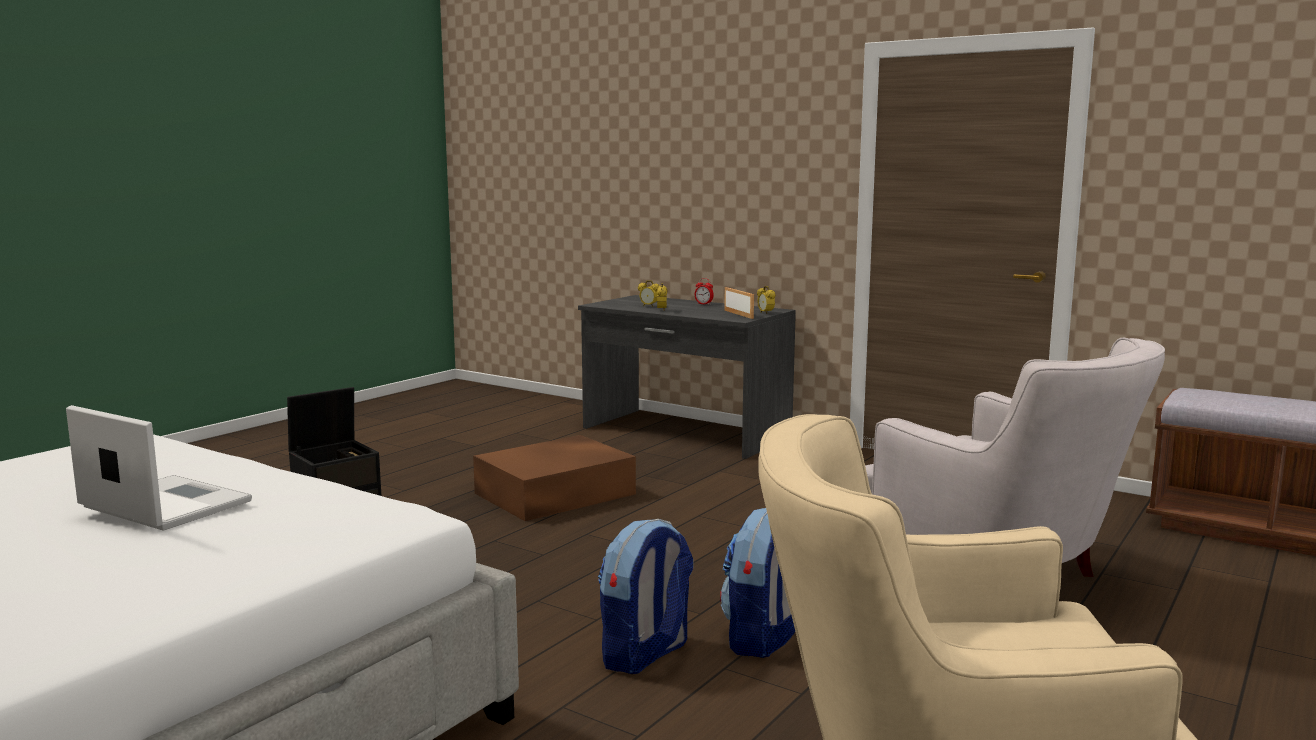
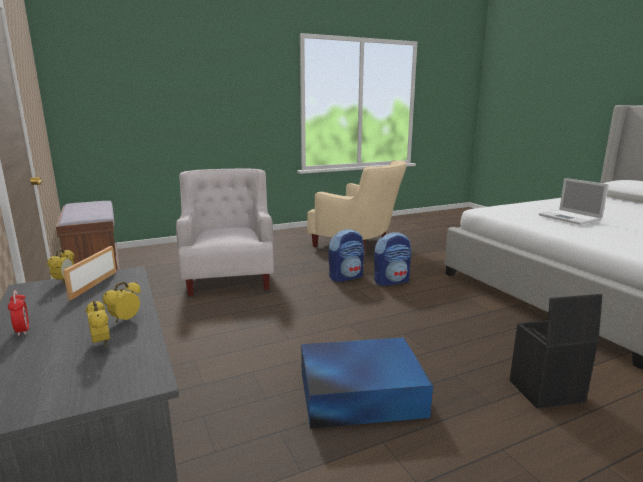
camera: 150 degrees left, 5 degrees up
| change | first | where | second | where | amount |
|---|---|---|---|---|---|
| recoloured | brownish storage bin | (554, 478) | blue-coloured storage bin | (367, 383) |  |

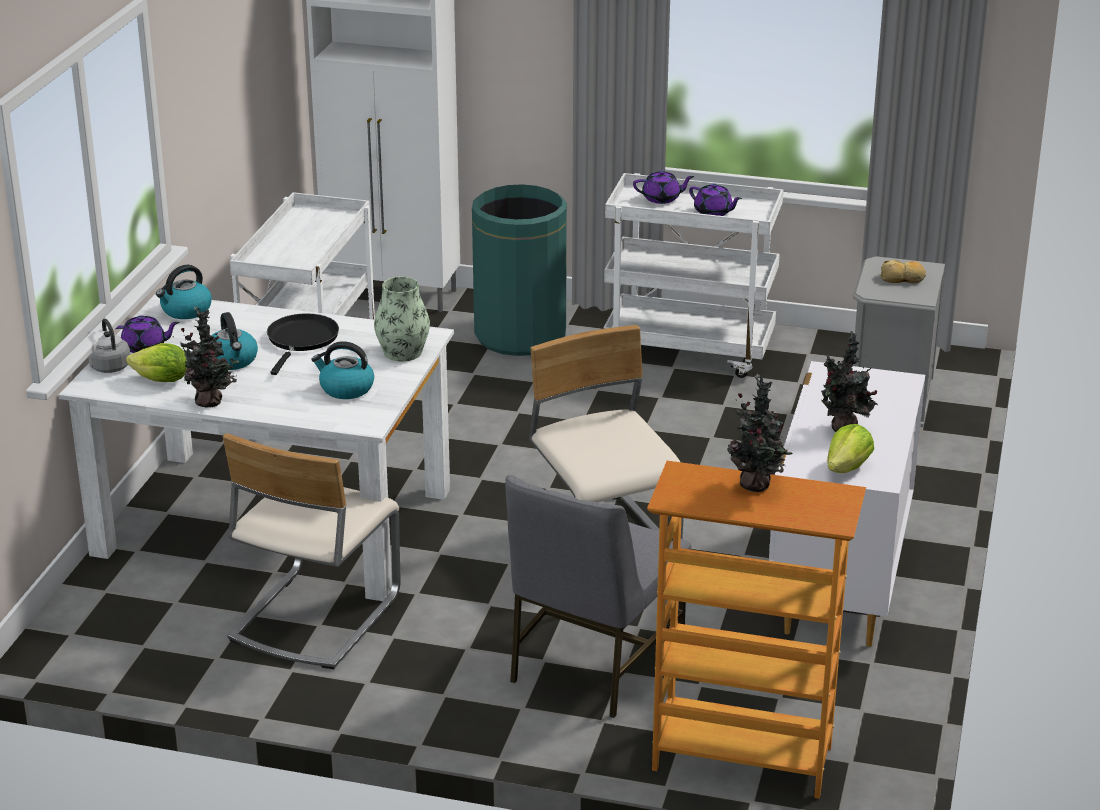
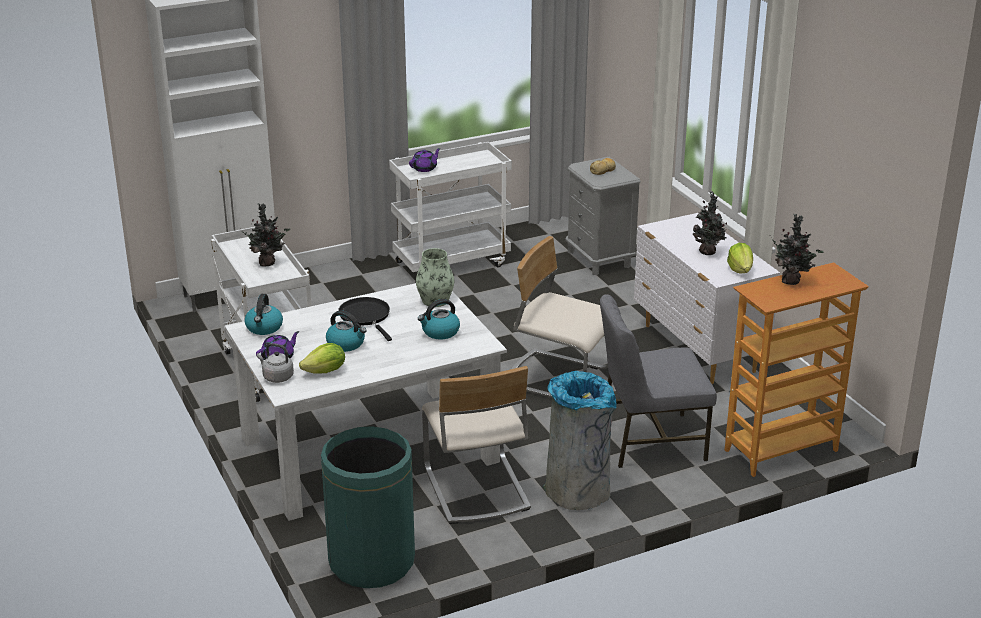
camera: 40 degrees left, 0 degrees up
| change | first | where | second | where | amount |
|---|---|---|---|---|---|
| moved | potted plant | (209, 357) |  | (265, 235) |  |
| moved | green-coloured trash can | (519, 270) |  | (368, 507) |  |
| added |  |  | greyish trash can | (580, 440) |  |
| turned | greyish plain chair | (598, 596) |  | (658, 381) | 90 degrees clockwise |
| removed | purplish teapot | (715, 199) |  |  |  |

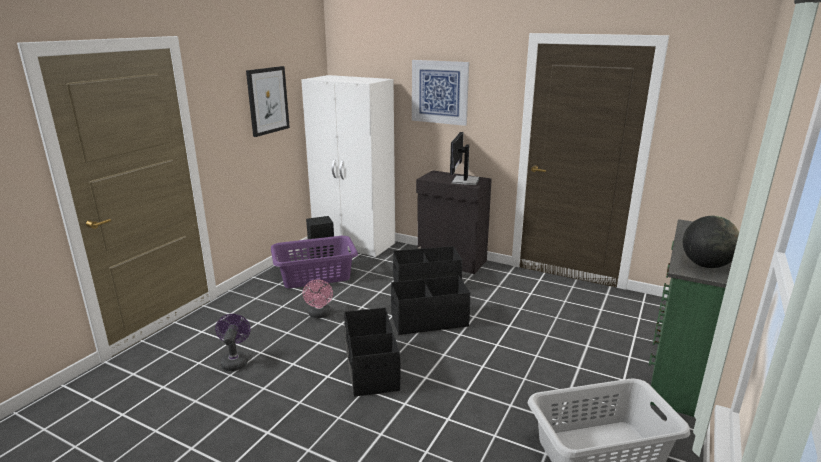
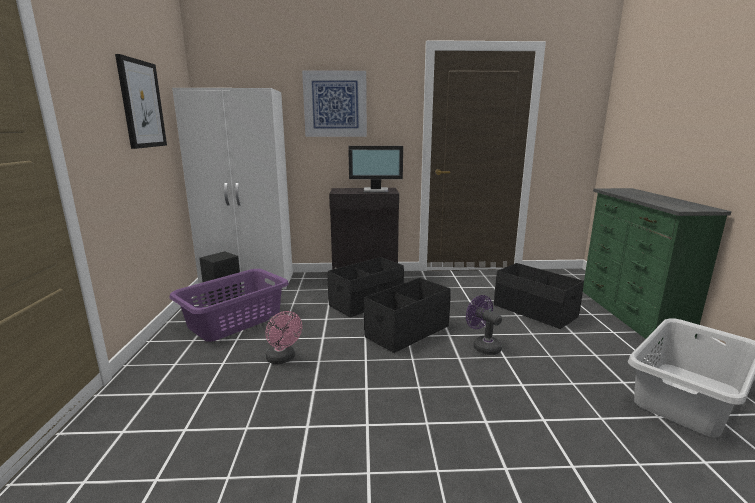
camera: 30 degrees left, 5 degrees down
| change | first | where | second | where | amount |
|---|---|---|---|---|---|
| turned | computer display | (464, 158) |  | (375, 169) | 75 degrees counterclockwise |
| moved | purplish fan | (232, 342) |  | (484, 325) |  |
| moved | black storage bin | (372, 352) |  | (539, 296) |  |
| removed | desk globe | (711, 242) |  |  |  |

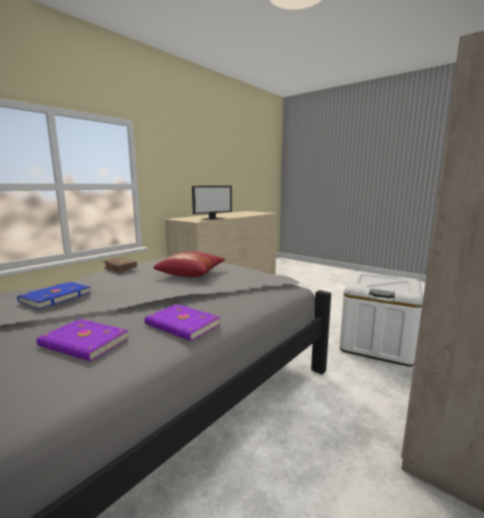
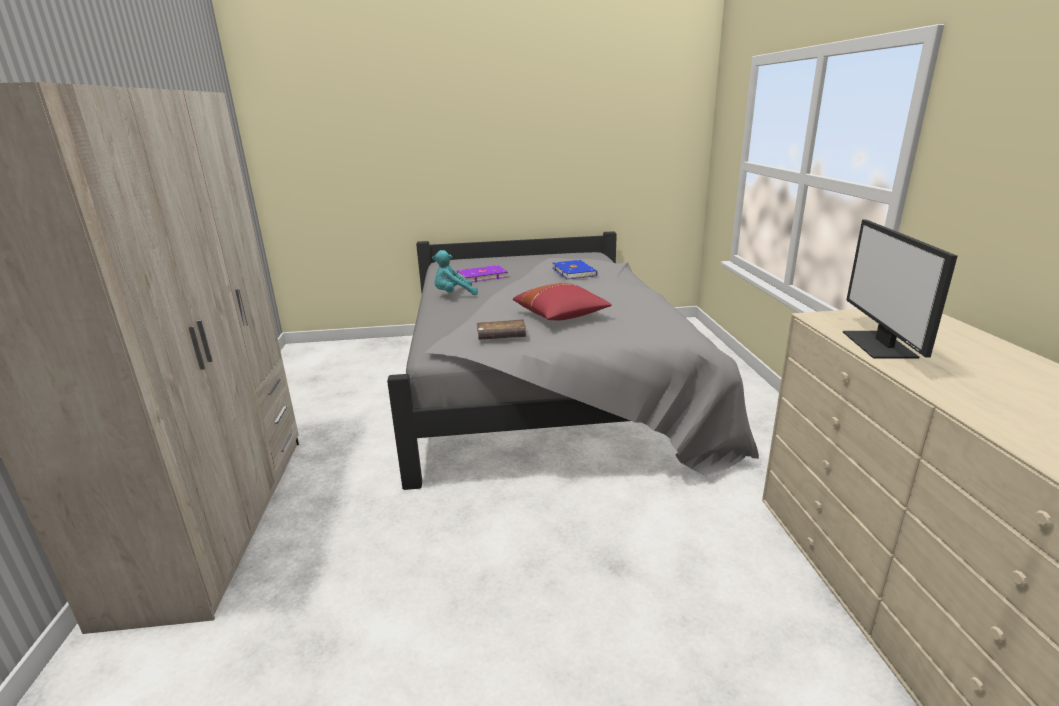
camera: 135 degrees right, 10 degrees up
| change | first | where | second | where | amount |
|---|---|---|---|---|---|
| replaced | purplish volume | (183, 322) | blue-green plush toy | (455, 272) |  |
| moved | brownish volume | (120, 265) |  | (502, 329) |  |
| removed | white storage bin | (381, 319) |  |  |  |

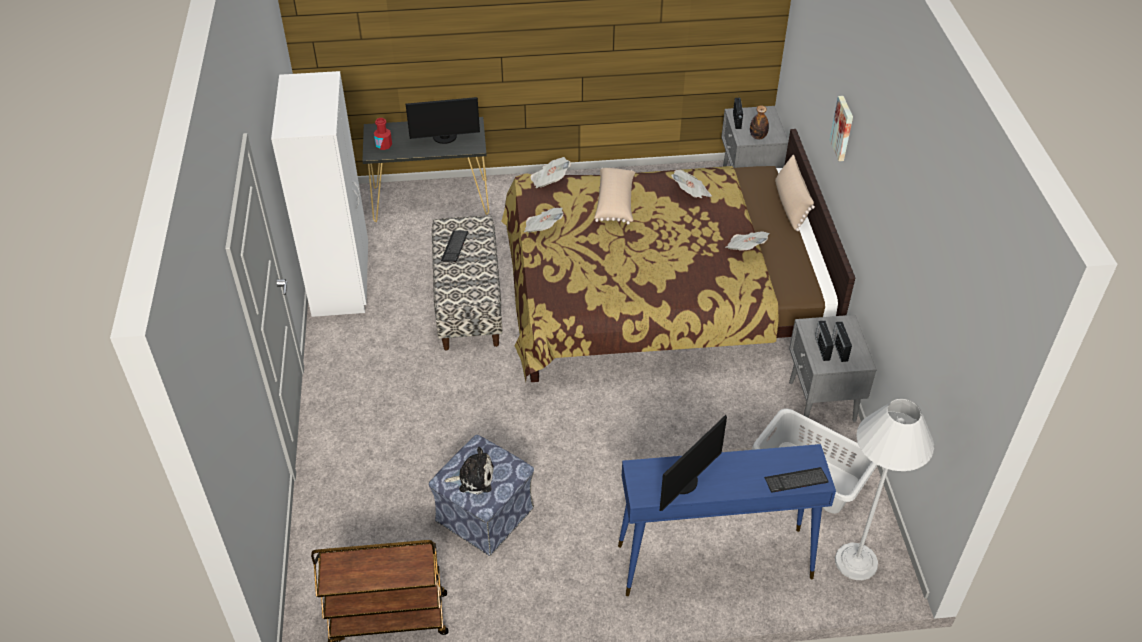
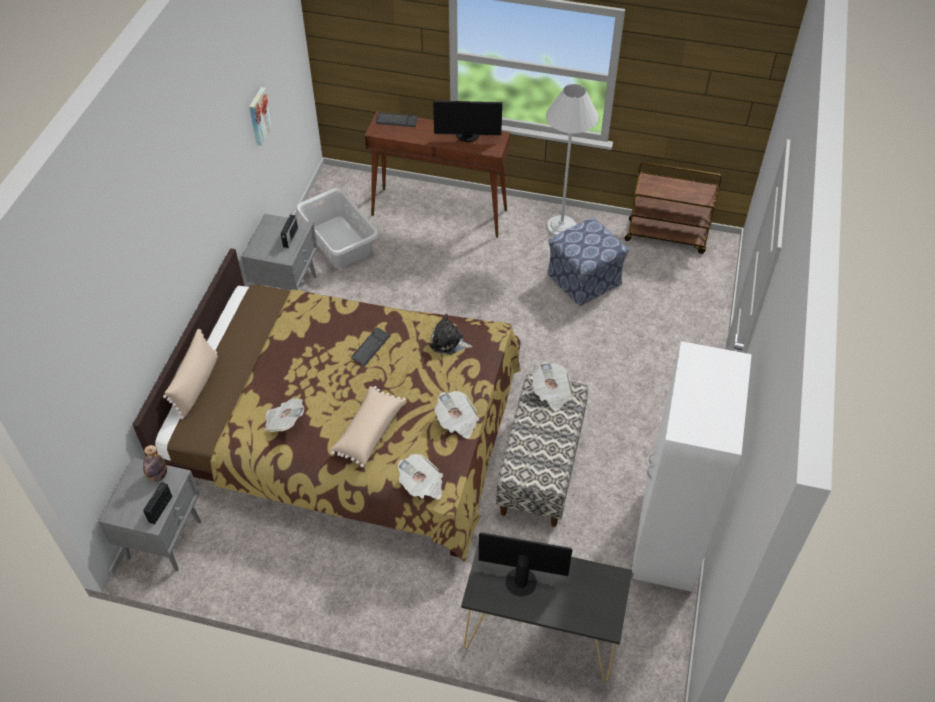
camera: 160 degrees left, 5 degrees up
| change | first | where | second | where | amount |
|---|---|---|---|---|---|
| moved | wall art | (841, 128) |  | (260, 116) |  |
| moved | computer keyboard | (454, 246) |  | (371, 346) |  |
| recoloured | blue-coloured console table | (727, 520) | brownish console table | (437, 174) |  |
| moved | plush toy | (469, 471) |  | (450, 334) |  |
| turned | computer display | (693, 463) |  | (467, 121) | 150 degrees counterclockwise |
| moved | newspaper | (747, 240) |  | (552, 386) |  |
| moved | white standard lamp | (884, 489) |  | (572, 160) |  |
| removed | red bottle | (383, 134) |  |  |  |
| removed | radio set | (842, 342) |  |  |  |

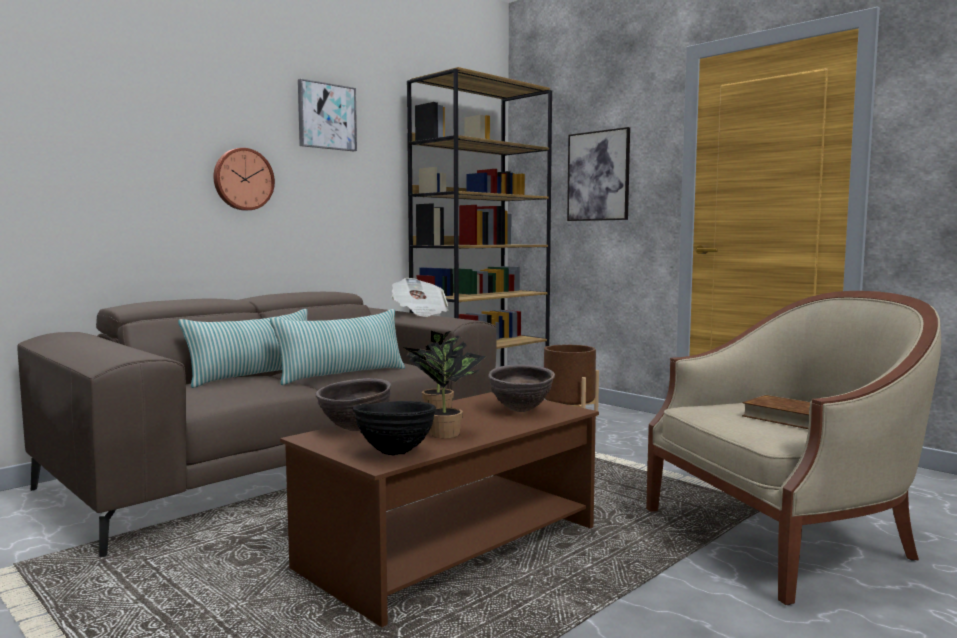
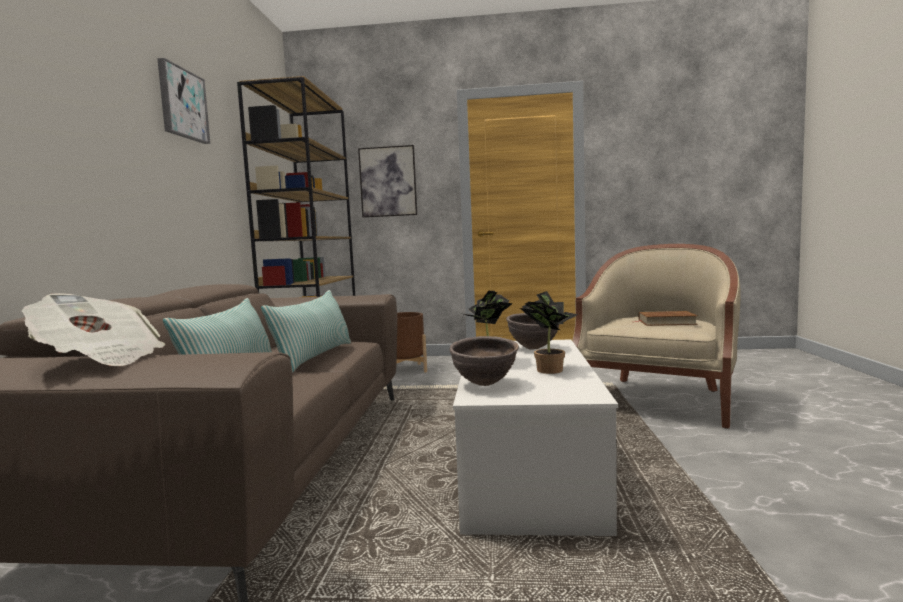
camera: 40 degrees left, 0 degrees up
| change | first | where | second | where | amount |
|---|---|---|---|---|---|
| moved | newspaper | (420, 297) |  | (94, 329) |  |
| recoloured | brownish lounge table | (439, 509) | white lounge table | (535, 437) |  |
| removed | hanging clock | (244, 179) |  |  |  |
| removed | black serving bowl | (394, 428) |  |  |  |

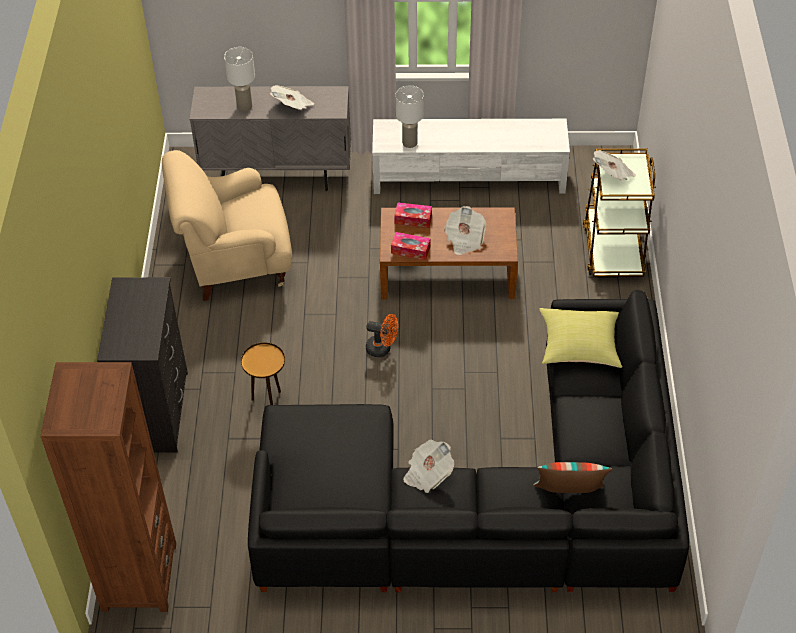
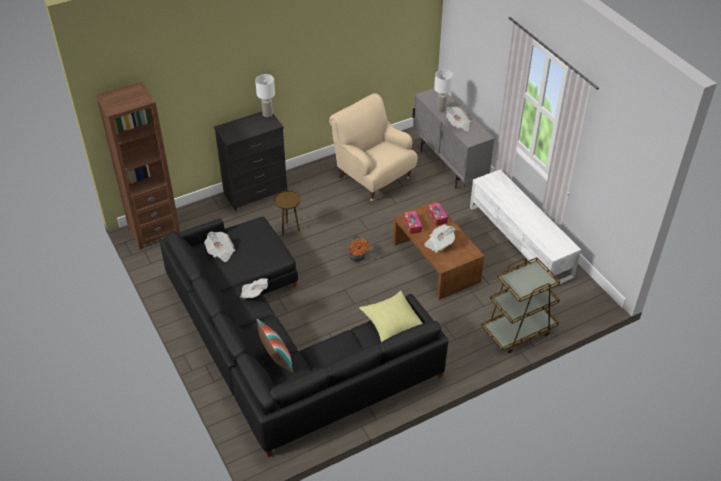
camera: 60 degrees right, 5 degrees down
| change | first | where | second | where | amount |
|---|---|---|---|---|---|
| moved | newspaper | (614, 165) |  | (219, 247) |  |
| moved | white lamp for a table | (409, 116) |  | (265, 95) |  |

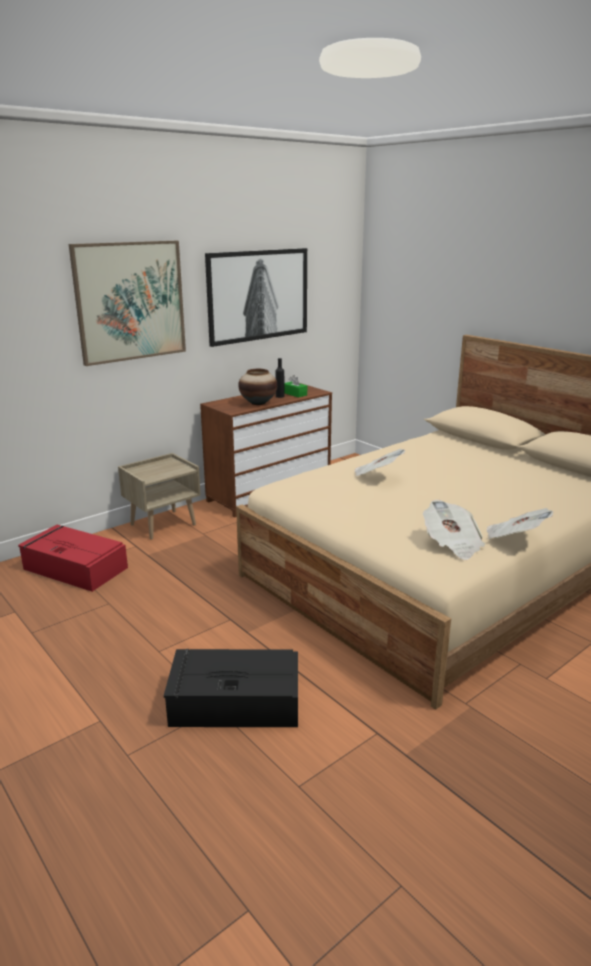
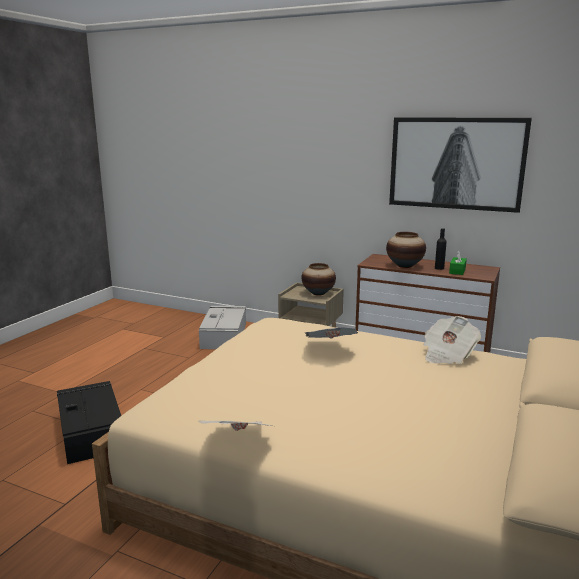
camera: 65 degrees right, 5 degrees down
| change | first | where | second | where | amount |
|---|---|---|---|---|---|
| recoloured | red storage bin | (73, 558) | greyish storage bin | (222, 327) |  |
| added |  |  | vase | (318, 279) |  |
| moved | newspaper | (454, 530) |  | (452, 340) |  |
| removed | wall art | (127, 303) |  |  |  |

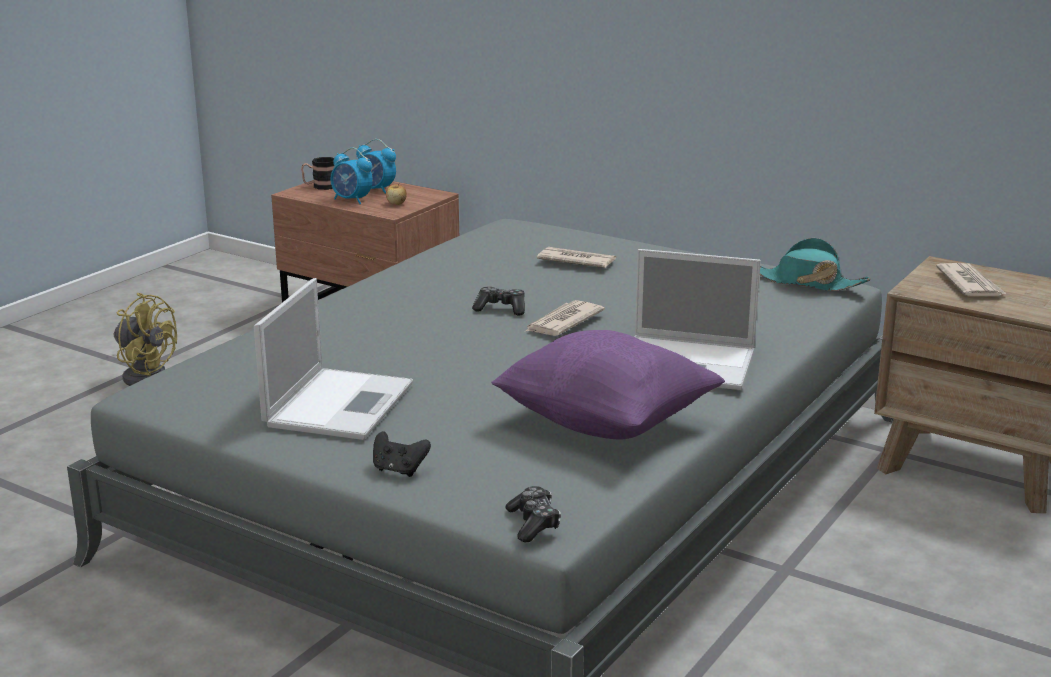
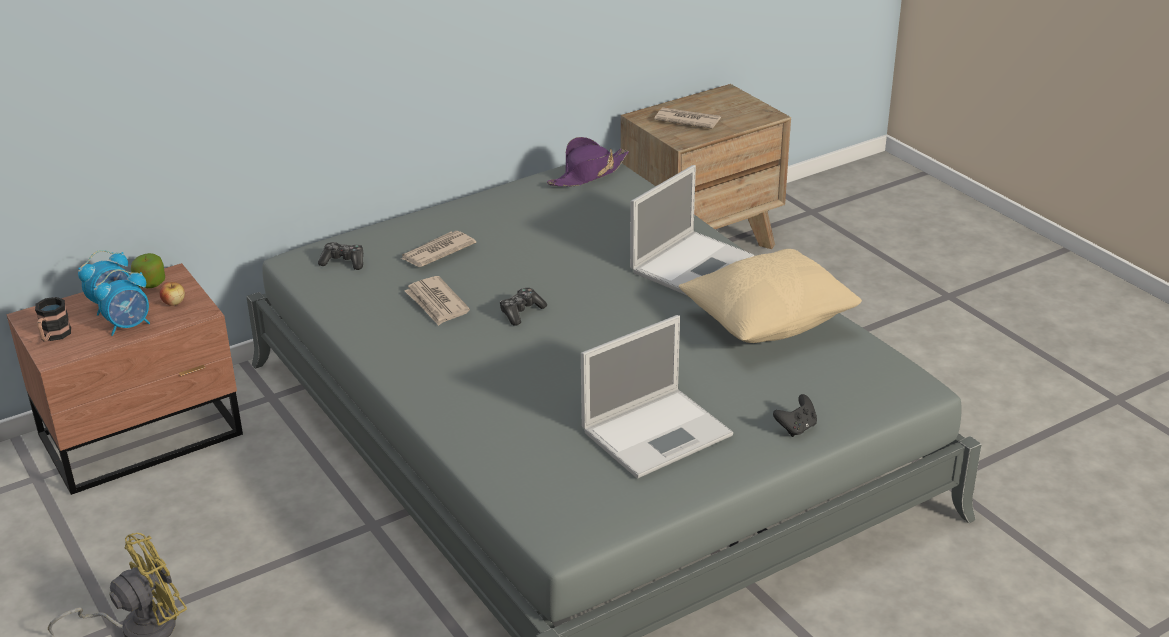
camera: 65 degrees left, 10 degrees up
| change | first | where | second | where | amount |
|---|---|---|---|---|---|
| added |  |  | apple | (148, 270) |  |
| moved | gamepad | (533, 514) |  | (340, 256) |  |
| moved | newspaper | (564, 318) |  | (437, 301) |  |
| recoloured | blue-green wearable hat | (815, 264) | purplish wearable hat | (588, 161) |  |
| turned | portable computer | (333, 359) |  | (657, 397) | 105 degrees clockwise |
| recoloured | purplish pillow | (608, 384) | sand-coloured pillow | (770, 296) |  |

